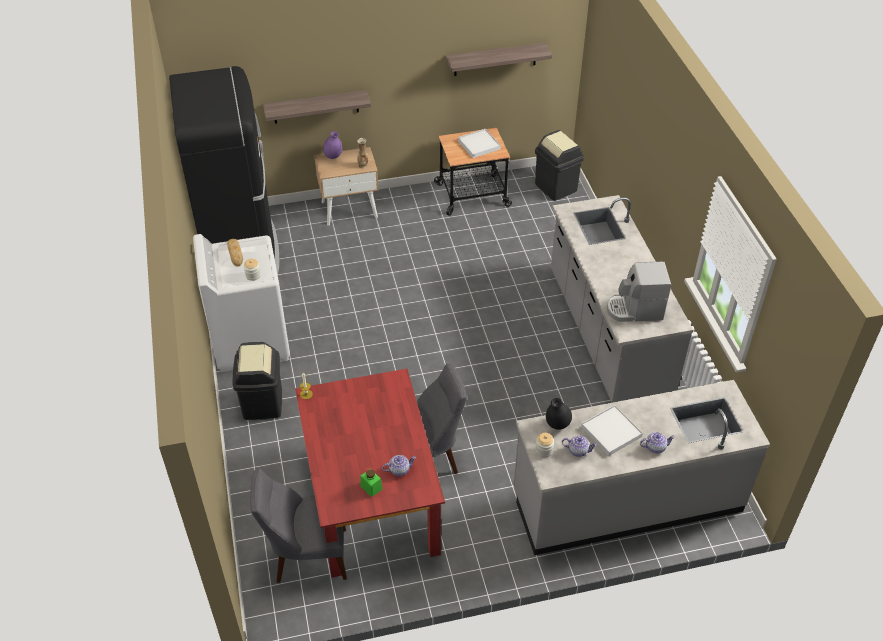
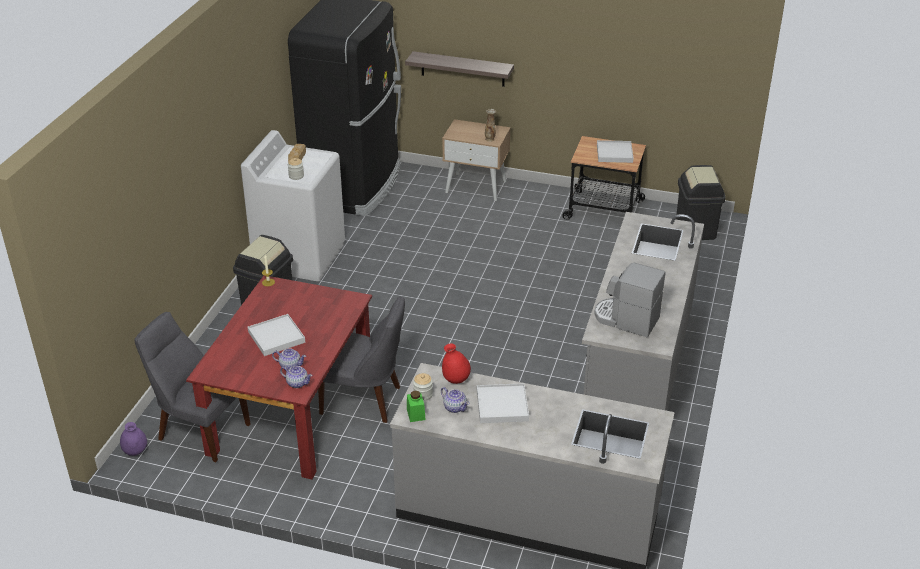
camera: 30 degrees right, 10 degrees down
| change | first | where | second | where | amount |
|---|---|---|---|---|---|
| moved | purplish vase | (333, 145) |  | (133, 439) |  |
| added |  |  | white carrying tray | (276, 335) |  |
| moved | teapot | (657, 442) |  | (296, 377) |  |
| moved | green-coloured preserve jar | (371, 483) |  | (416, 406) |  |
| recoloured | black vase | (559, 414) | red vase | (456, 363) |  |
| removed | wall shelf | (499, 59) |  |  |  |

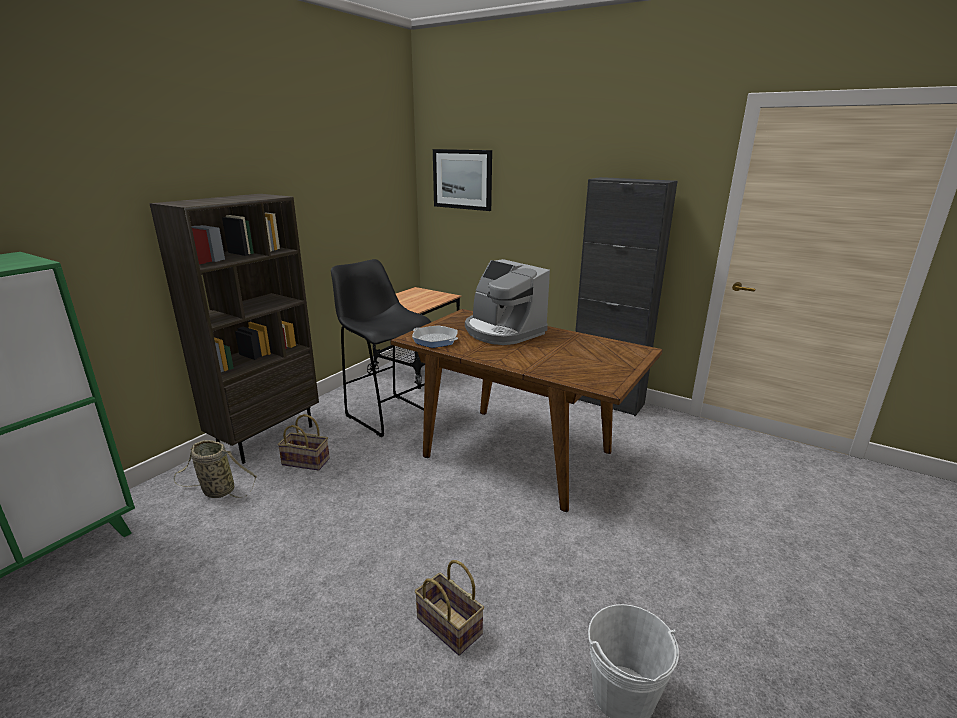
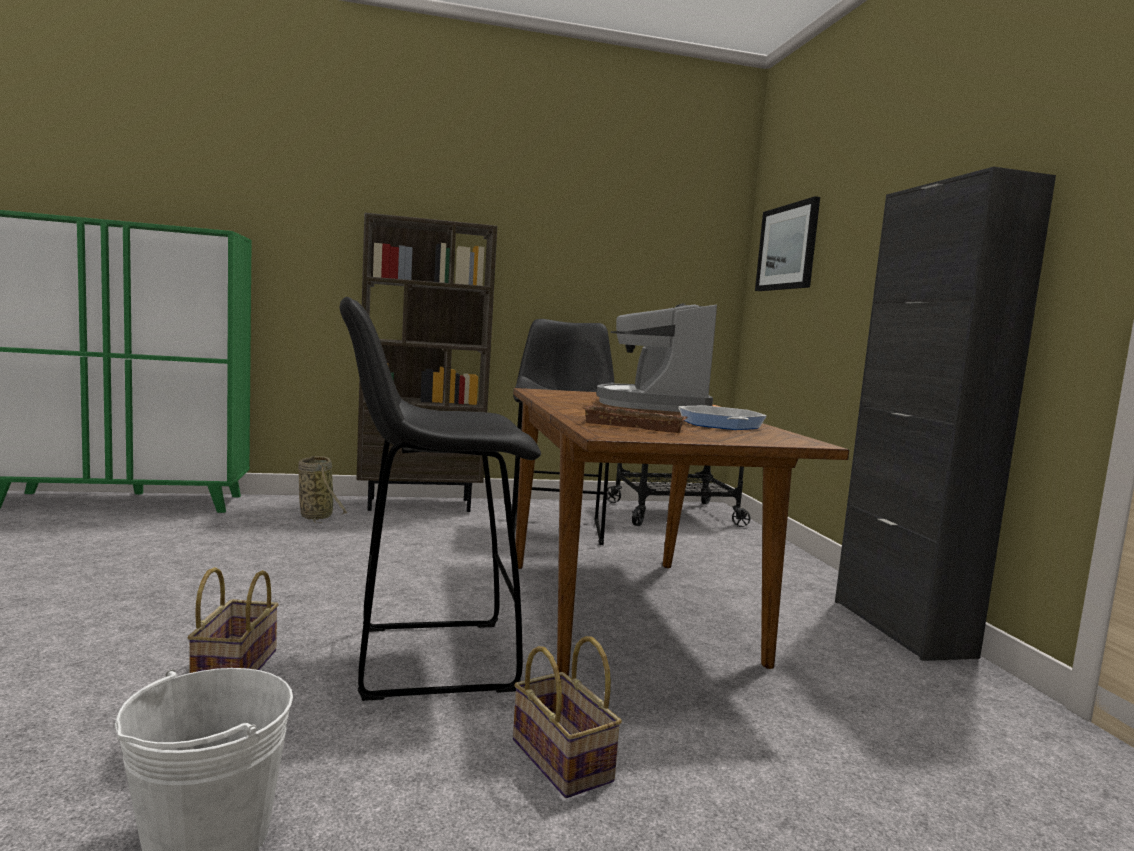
camera: 45 degrees right, 15 degrees down
| change | first | where | second | where | amount |
|---|---|---|---|---|---|
| added |  |  | black stool seat | (440, 499) |  |
| moved | basket | (303, 442) |  | (567, 717) |  |
| added |  |  | brownish carrying tray | (634, 419) |  |
| moved | skillet | (435, 336) |  | (723, 417) |  |

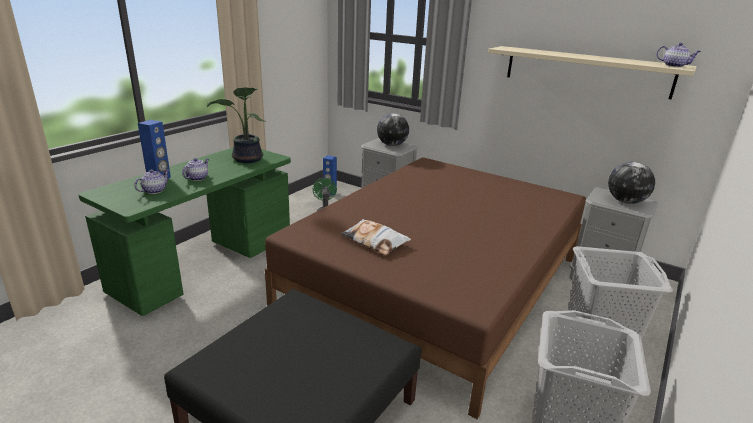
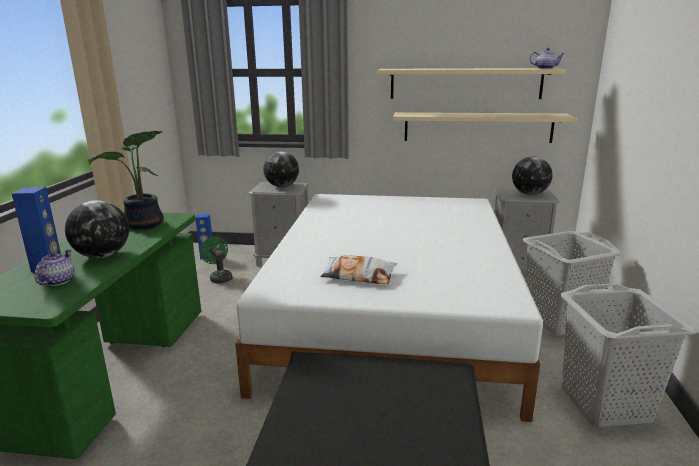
camera: 25 degrees left, 5 degrees down
| change | first | where | second | where | amount |
|---|---|---|---|---|---|
| replaced | teapot | (195, 169) | desk globe | (97, 229) |  |
| recoloured | brownish bed | (425, 288) | white bed | (389, 308) |  |
| added |  |  | sand-coloured wall shelf | (485, 127) |  |

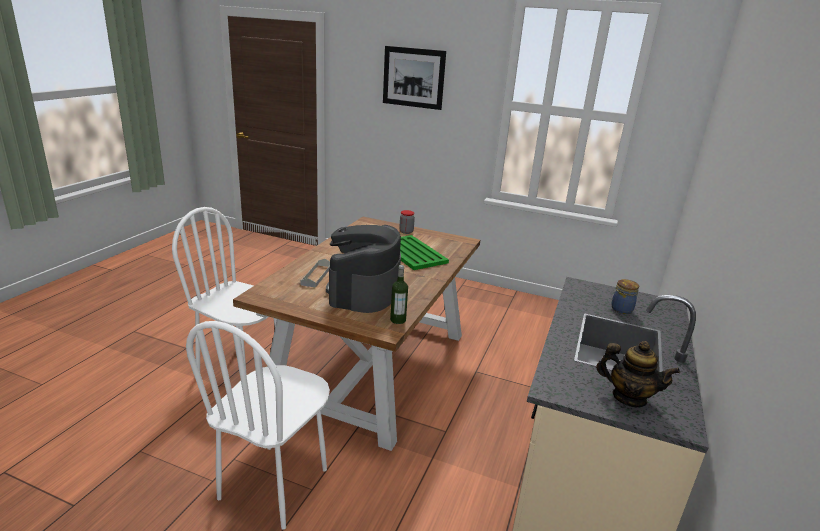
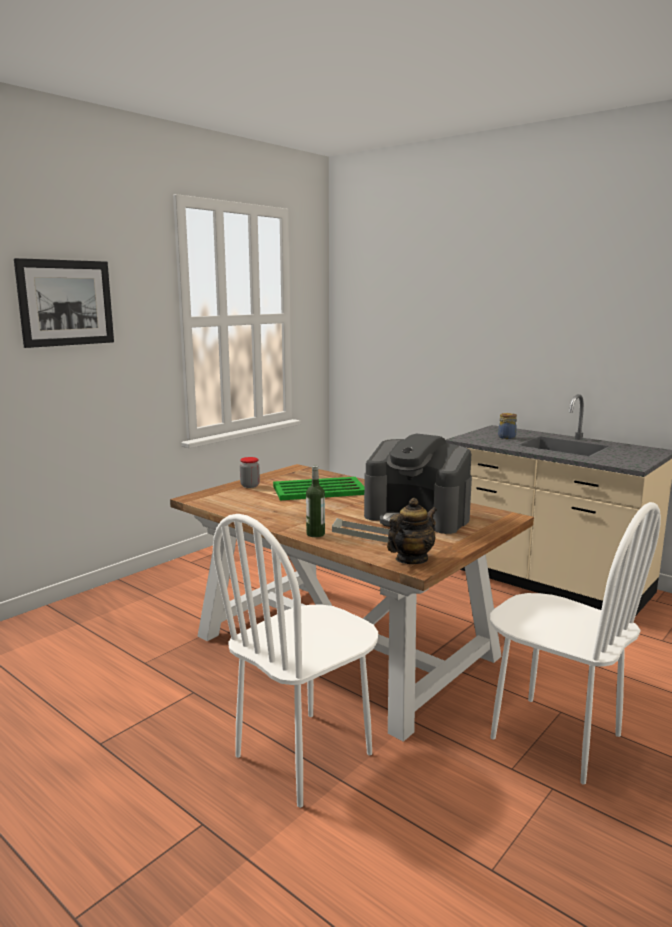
camera: 70 degrees left, 10 degrees down
| change | first | where | second | where | amount |
|---|---|---|---|---|---|
| moved | bottle | (399, 294) |  | (315, 501) |  |
| moved | teapot | (638, 374) |  | (412, 531) |  |

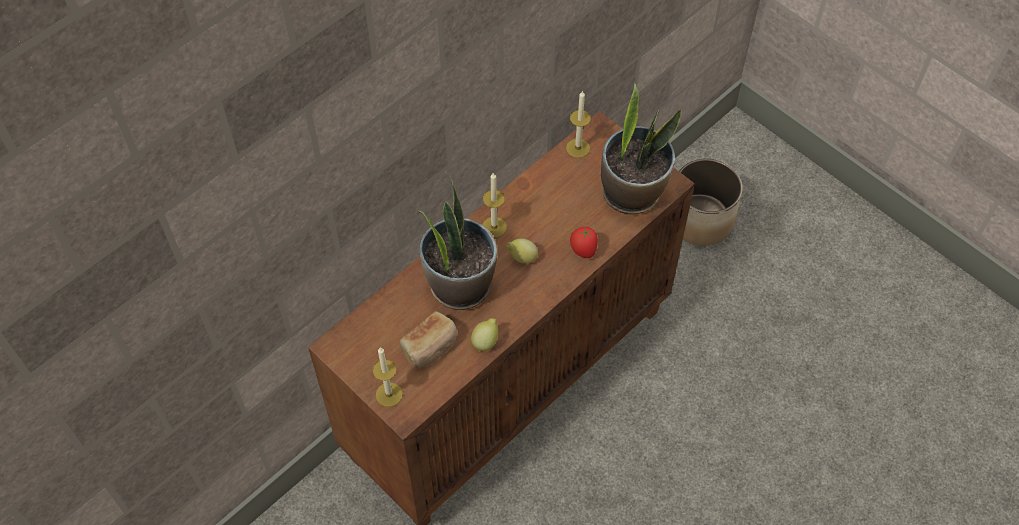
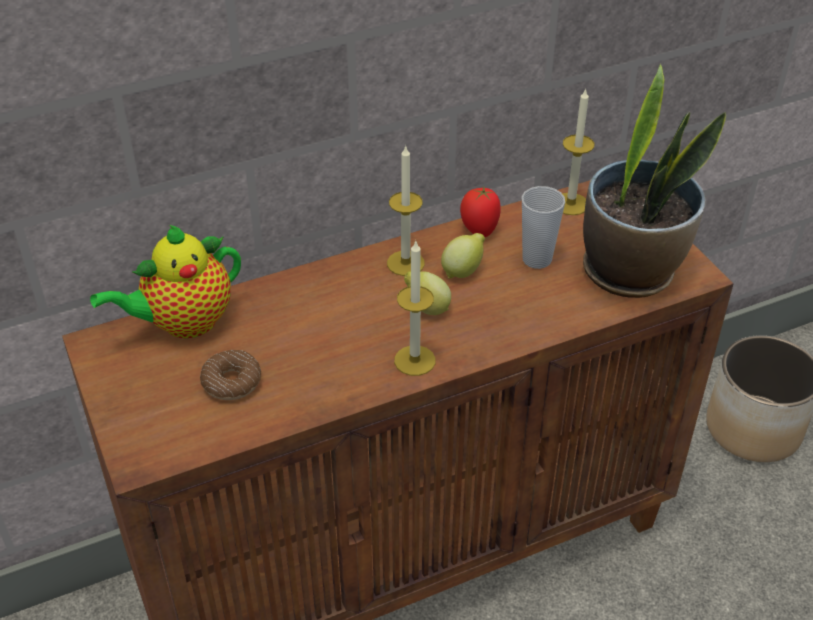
camera: 20 degrees right, 15 degrees down
| change | first | where | second | where | amount |
|---|---|---|---|---|---|
| added |  |  | teapot | (165, 281) |  |
| replaced | bread | (428, 339) | donut | (230, 375) |  |
| moved | wax light | (388, 377) |  | (415, 308) |  |
| moved | citrus fruit | (484, 335) |  | (463, 256) |  |
| moved | whole tomato | (584, 242) |  | (480, 212) |  |
| added |  |  | small cup | (543, 227) |  |
| removed | potted plant | (457, 244) |  |  |  |

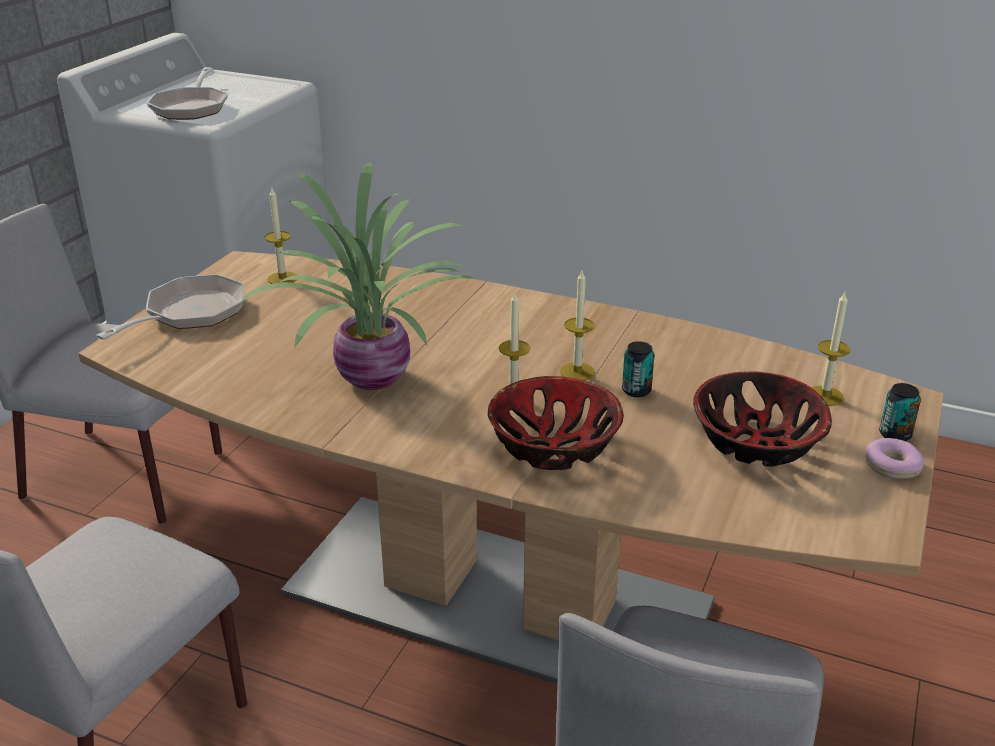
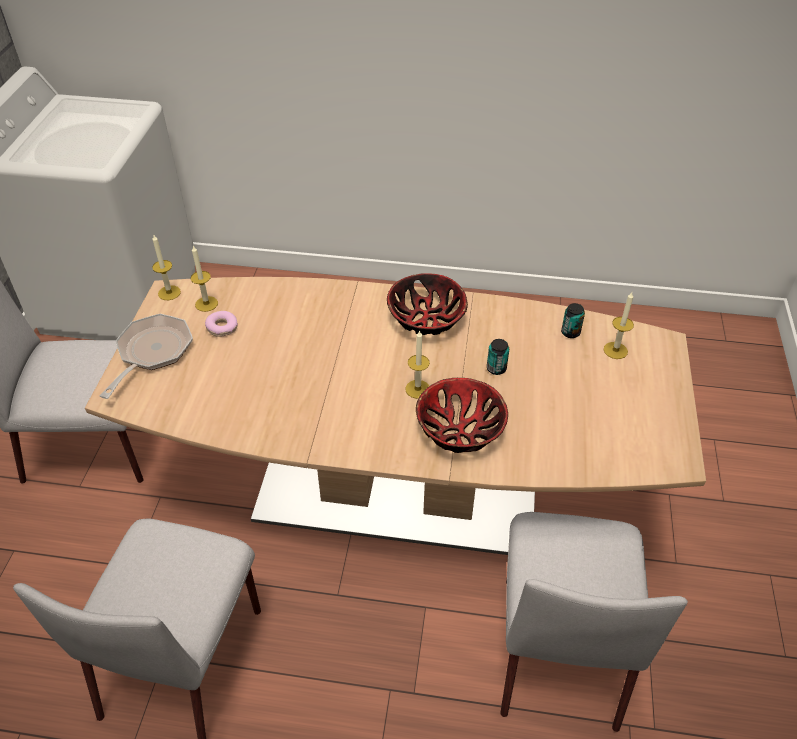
camera: 15 degrees left, 15 degrees up
| change | first | where | second | where | amount |
|---|---|---|---|---|---|
| moved | wax light | (577, 326) |  | (166, 267) |  |
| moved | donut | (894, 458) |  | (221, 324) |  |
| moved | serving bowl | (762, 418) |  | (427, 304) |  |
| moved | metal can | (900, 412) |  | (573, 320) |  |
| removed | skillet | (187, 93) |  |  |  |
| removed | potted plant | (359, 276) |  |  |  |

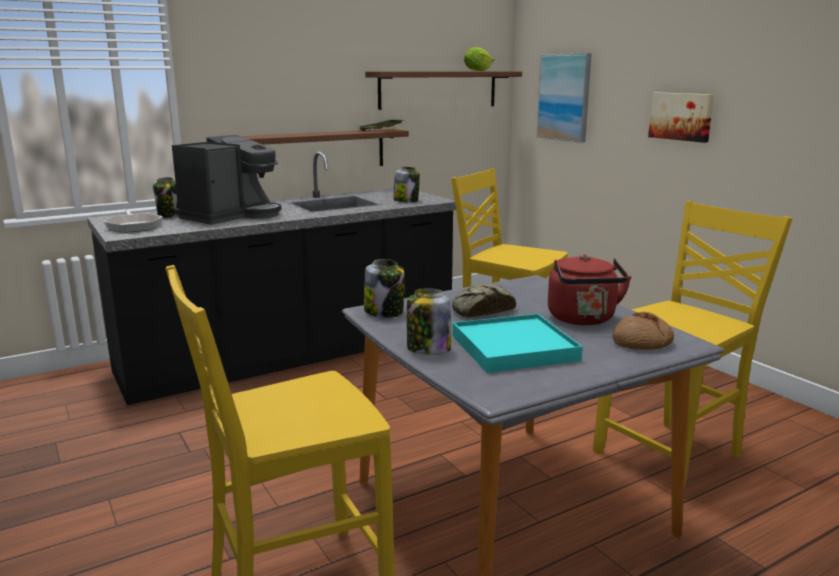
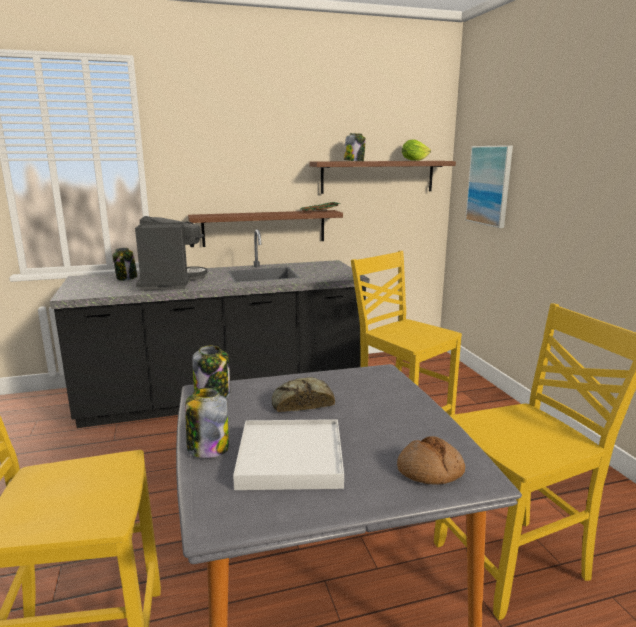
camera: 15 degrees right, 0 degrees up
| change | first | where | second | where | amount |
|---|---|---|---|---|---|
| turned | coffee machine | (227, 180) |  | (171, 253) | 60 degrees counterclockwise |
| recoloured | blue-green carrying tray | (518, 343) | white carrying tray | (288, 454) |  |
| moved | preserve jar | (406, 185) |  | (355, 147) |  |
| removed | skillet | (133, 221) |  |  |  |
| removed | red kettle | (589, 289) |  |  |  |
| removed | wall art | (681, 117) |  |  |  |

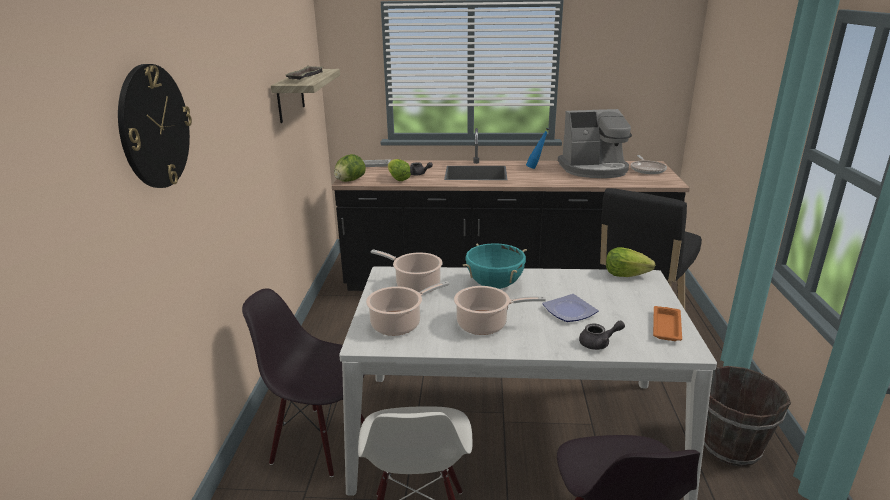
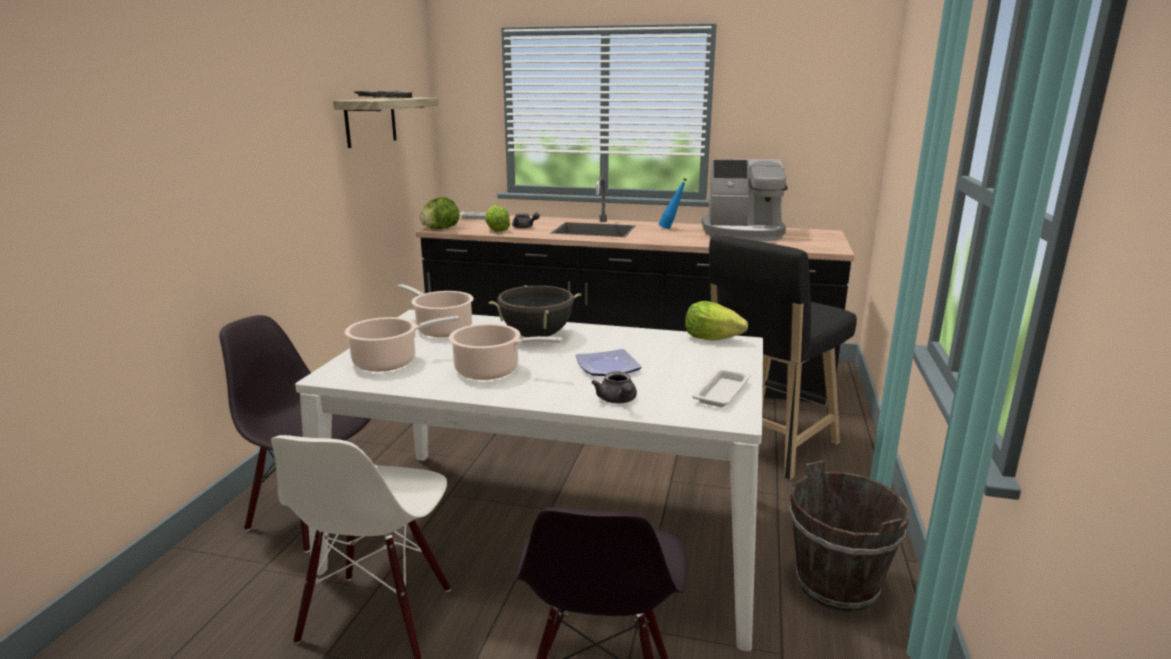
camera: 10 degrees right, 5 degrees down
| change | first | where | second | where | amount |
|---|---|---|---|---|---|
| recoloured | blue-green saucepot | (495, 266) | black saucepot | (535, 311) |  |
| turned | greyish teapot | (602, 335) |  | (614, 387) | 75 degrees clockwise |
| recoloured | orange carrying tray | (667, 323) | white carrying tray | (721, 388) |  |
| removed | hanging clock | (155, 126) |  |  |  |
| removed | skillet | (649, 164) |  |  |  |

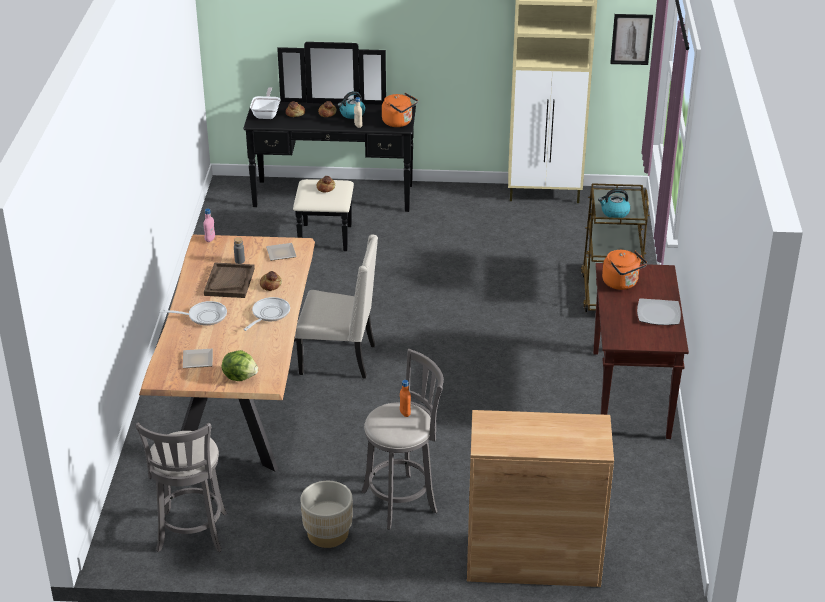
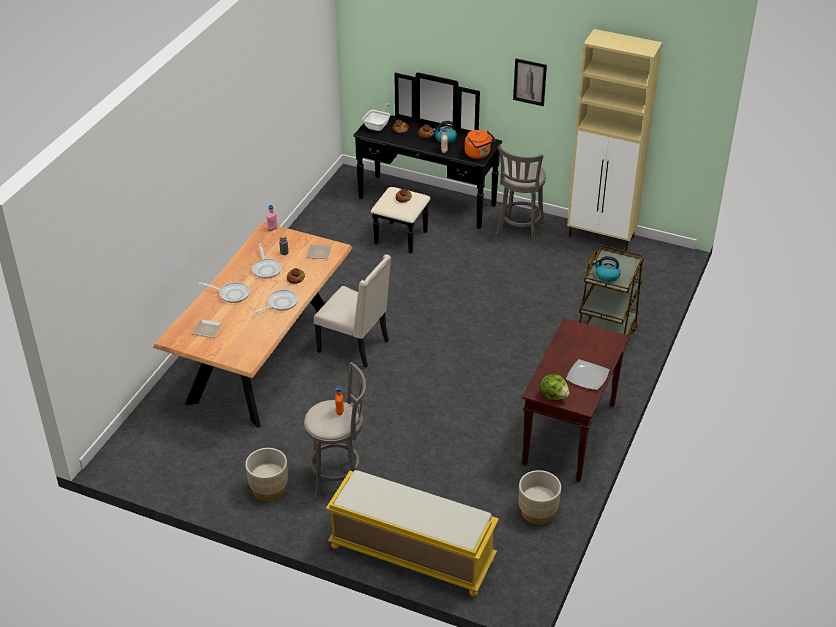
camera: 20 degrees right, 5 degrees up
| change | first | where | second | where | amount |
|---|---|---|---|---|---|
| replaced | brownish carrying tray | (229, 280) | skillet | (267, 261) |  |
| replaced | brownish storage cabinet | (540, 498) | yellow-coloured bench | (412, 533) |  |
| moved | greyish stool seat | (181, 487) |  | (521, 194) |  |
| moved | wall art | (631, 39) |  | (530, 82) |  |
| added |  |  | sand-coloured flower pot | (540, 497) |  |
| moved | head of lettuce | (240, 365) |  | (555, 387) |  |
| removed | orange kettle | (624, 270) |  |  |  |

